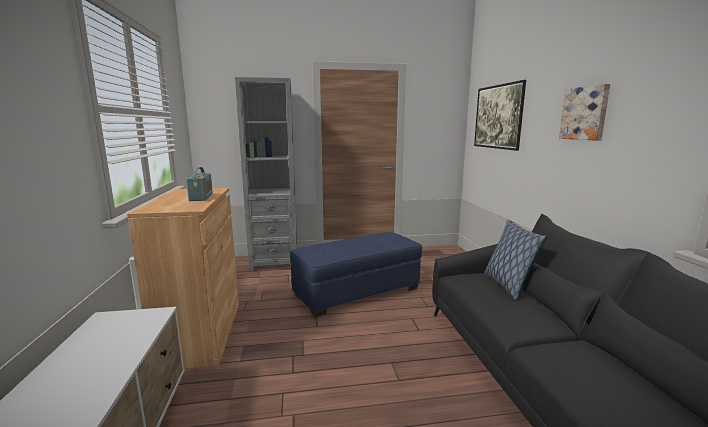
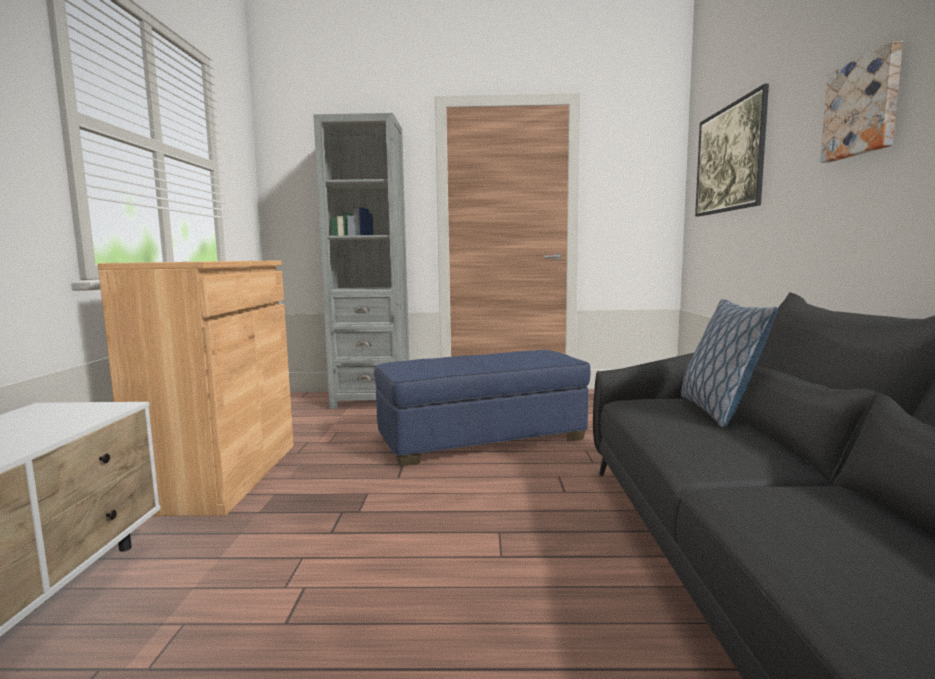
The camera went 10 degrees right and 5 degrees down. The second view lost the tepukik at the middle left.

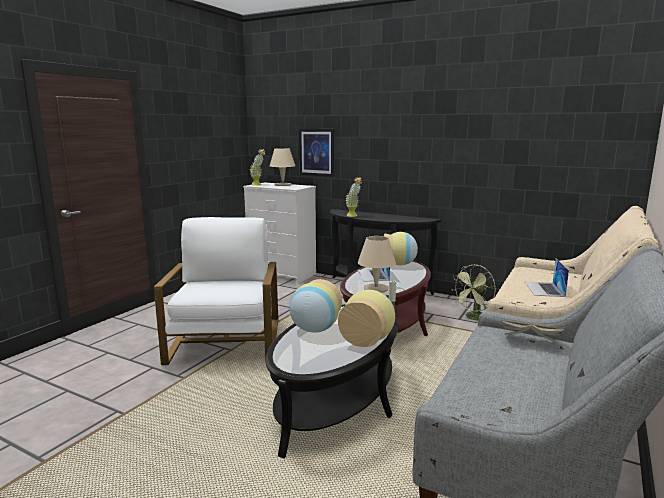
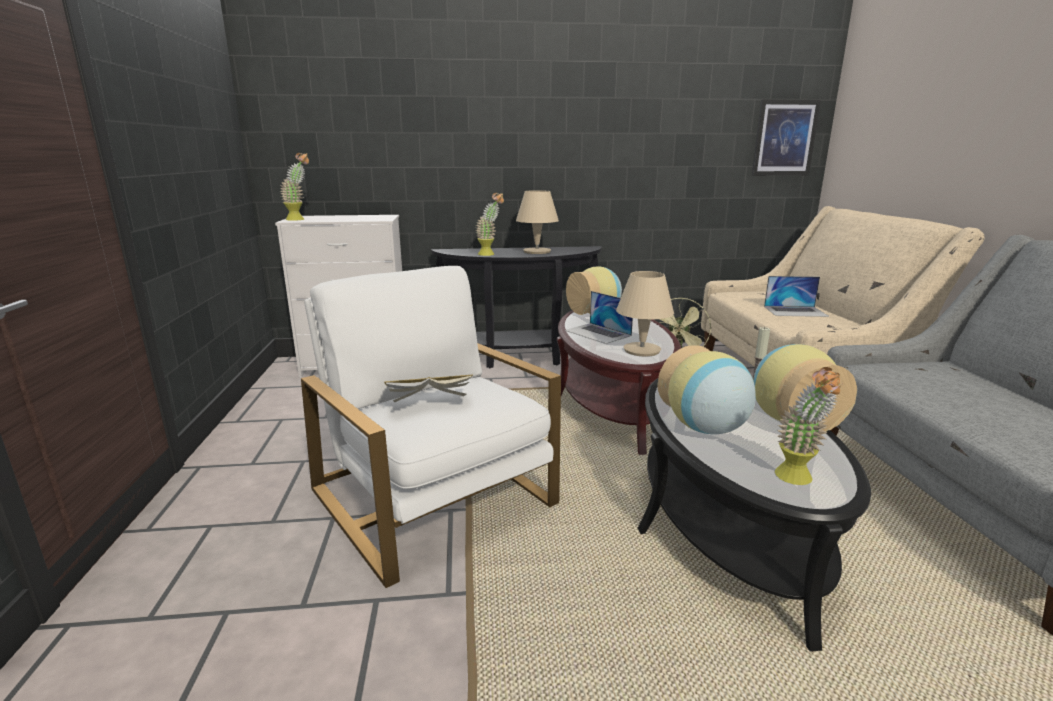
The camera went 35 degrees left and 5 degrees up. The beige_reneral (no. 1 from left) ended up elsewhere, having gone from the centre to the top centre. The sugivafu ended up elsewhere, having gone from the top centre to the top right. The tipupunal ended up elsewhere, having gone from the middle right to the centre. The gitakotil (no. 2 from left) at the middle right ended up facing another way, 60 degrees counterclockwise from before. The second view gained the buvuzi (no. 3 from left) at the middle right.

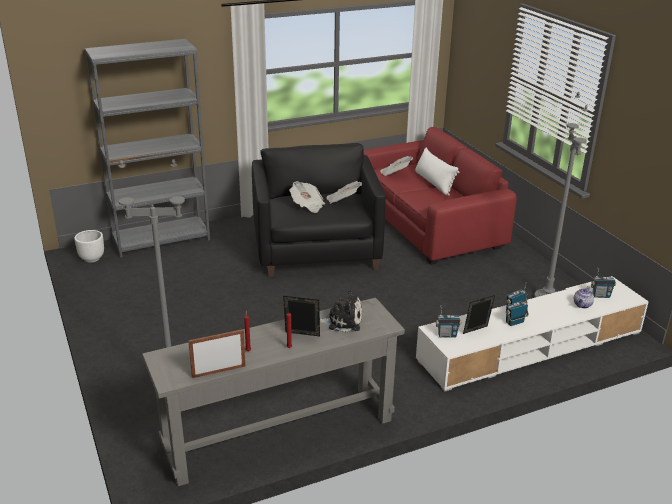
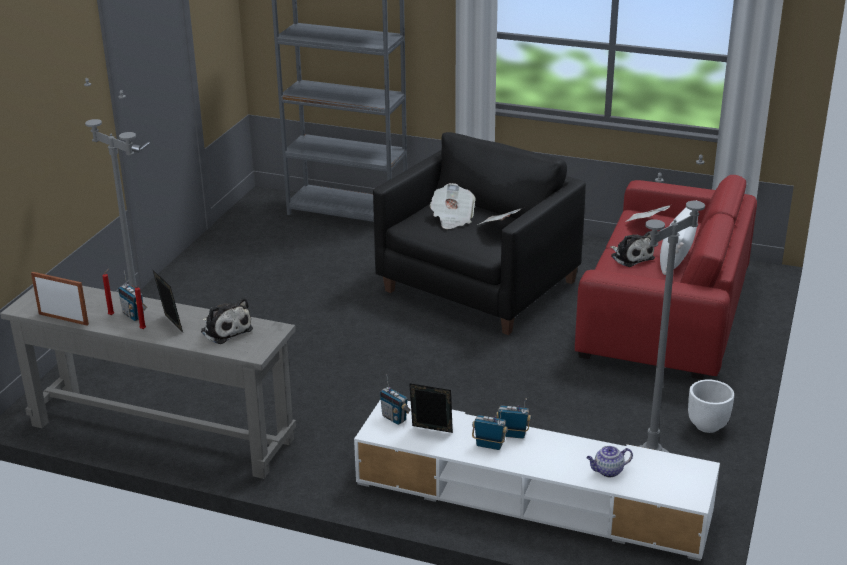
The camera went 45 degrees right and 0 degrees up. The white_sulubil ended up elsewhere, having gone from the middle left to the bottom right. The tepukik (no. 4 from left in the first image) ended up elsewhere, having gone from the middle right to the middle left. The second view gained the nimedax (no. 2 from left) at the middle right.

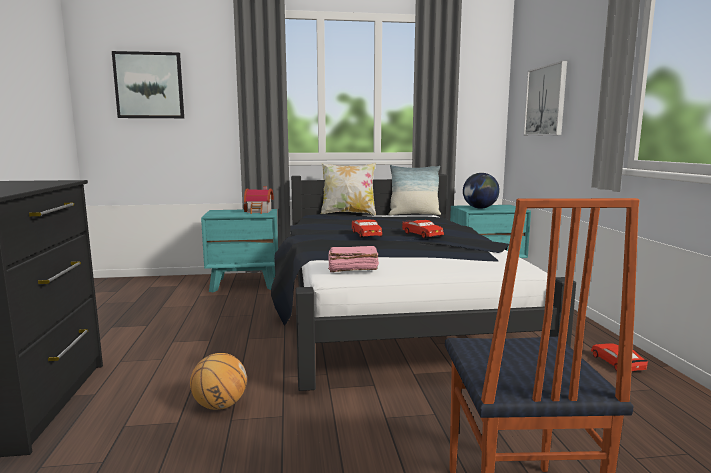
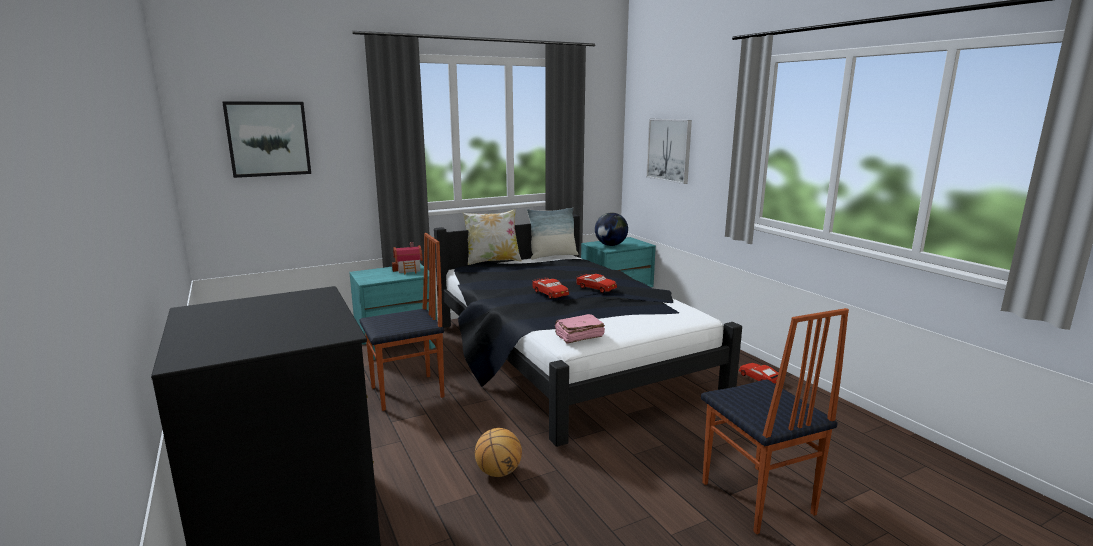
The camera went 20 degrees left and 5 degrees up. The second view gained the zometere (no. 1 from left) at the centre.

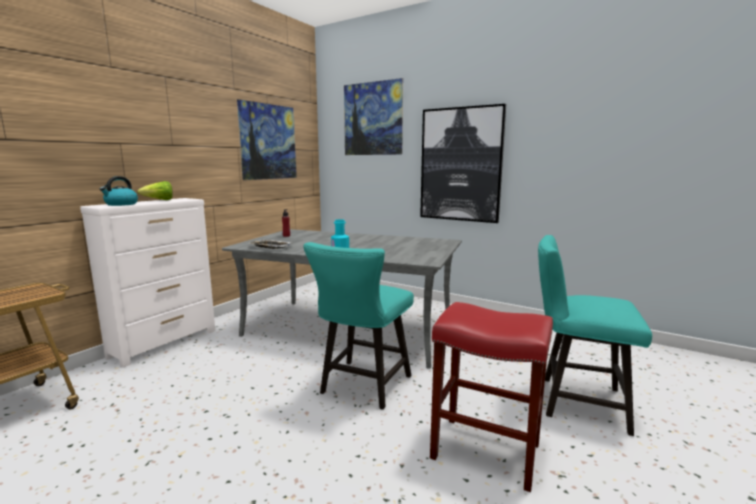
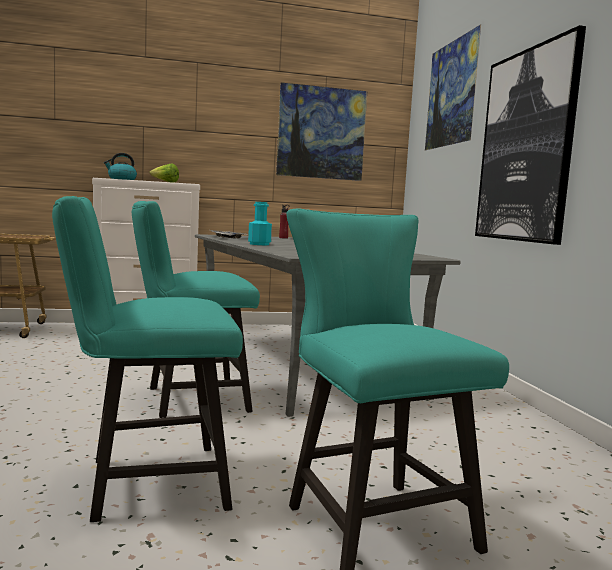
The camera went 45 degrees right and 5 degrees down. Where the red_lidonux stood at the bottom centre, the turquoise_zometere (no. 1 from left) came to stand at the middle left.

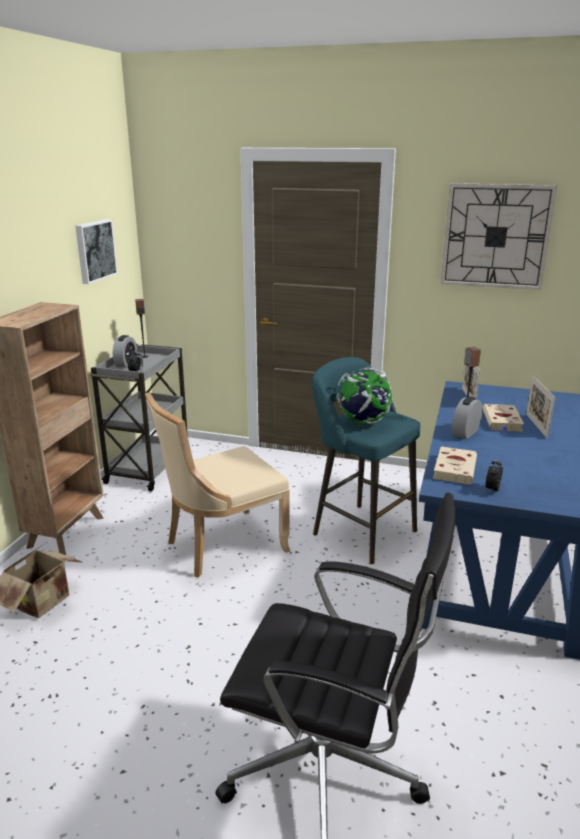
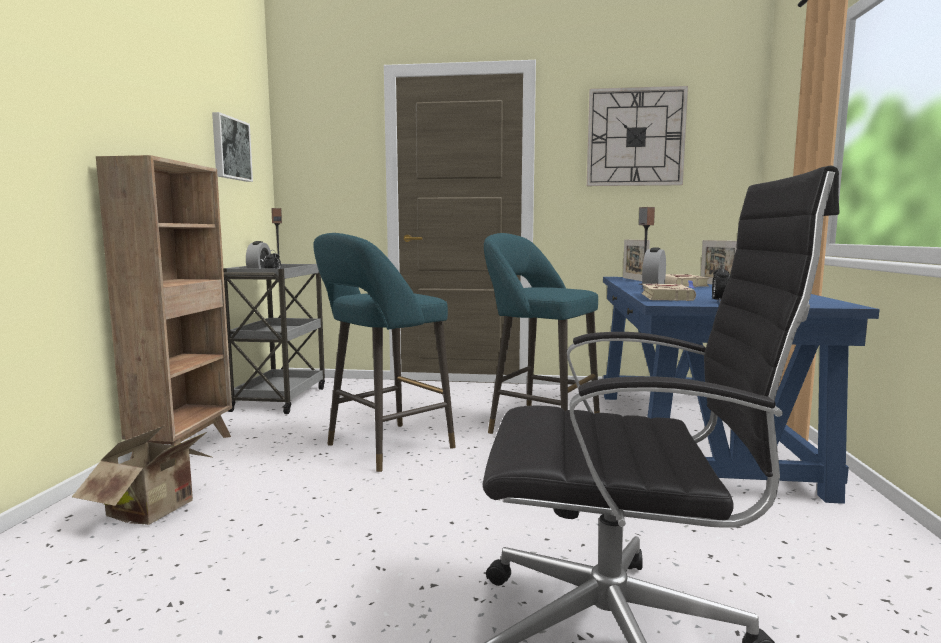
The camera went 10 degrees left and 15 degrees down. Where the beige_zometere stood at the centre, the turquoise_lidonux (no. 1 from left) came to stand at the centre. The second view lost the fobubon at the centre.

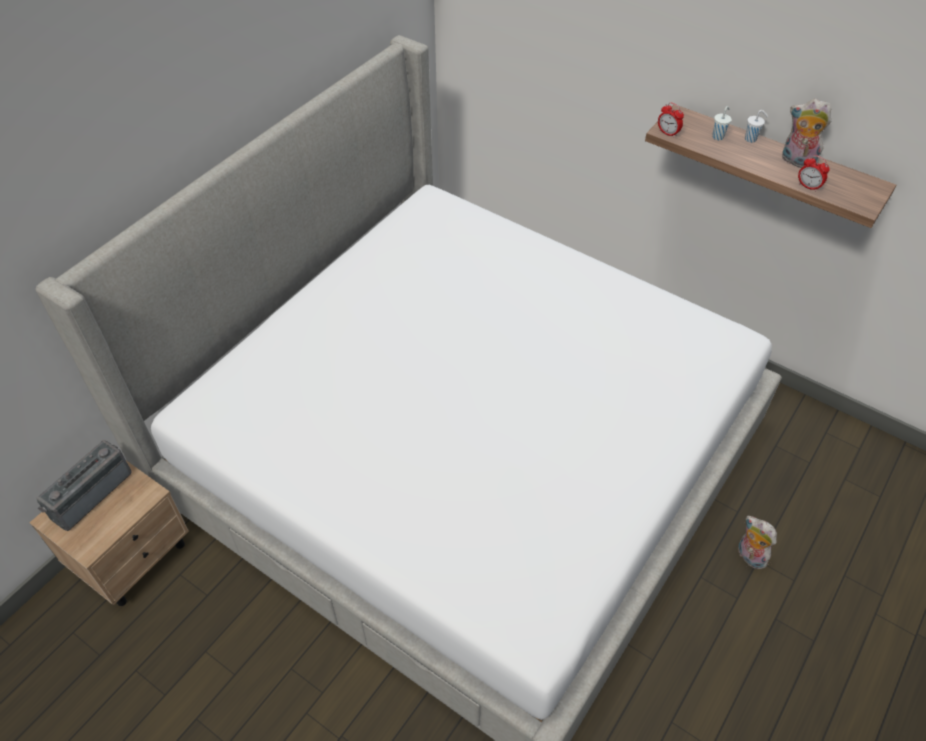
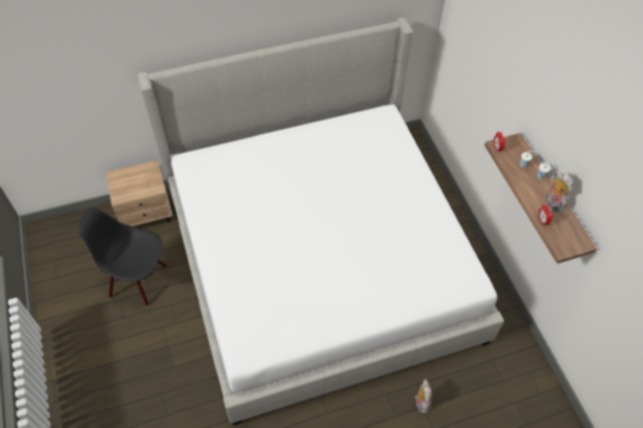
The camera went 35 degrees right and 5 degrees up. The second view lost the tepukik at the middle left. The second view gained the black_zometere at the middle left.

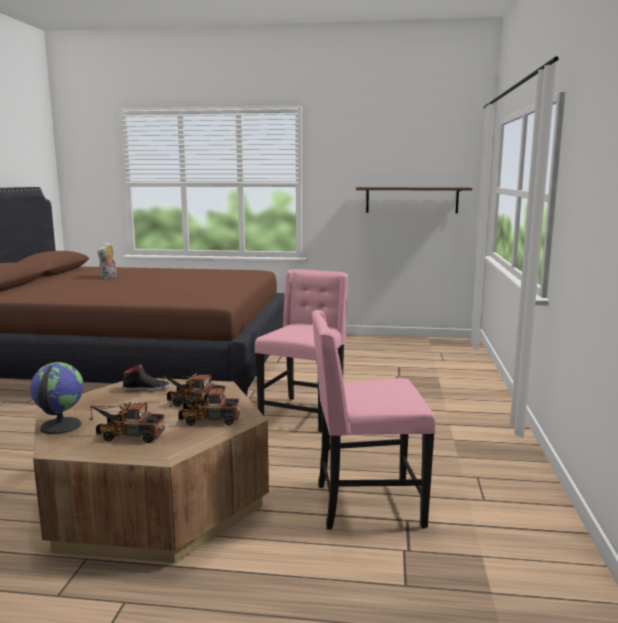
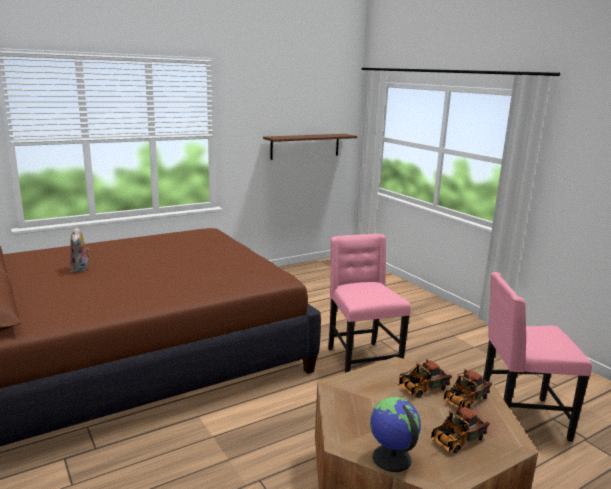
The camera went 40 degrees left and 5 degrees up. The second view lost the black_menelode at the middle left. The pink_zometere (no. 2 from left) at the bottom centre ended up facing another way, 45 degrees clockwise from before.

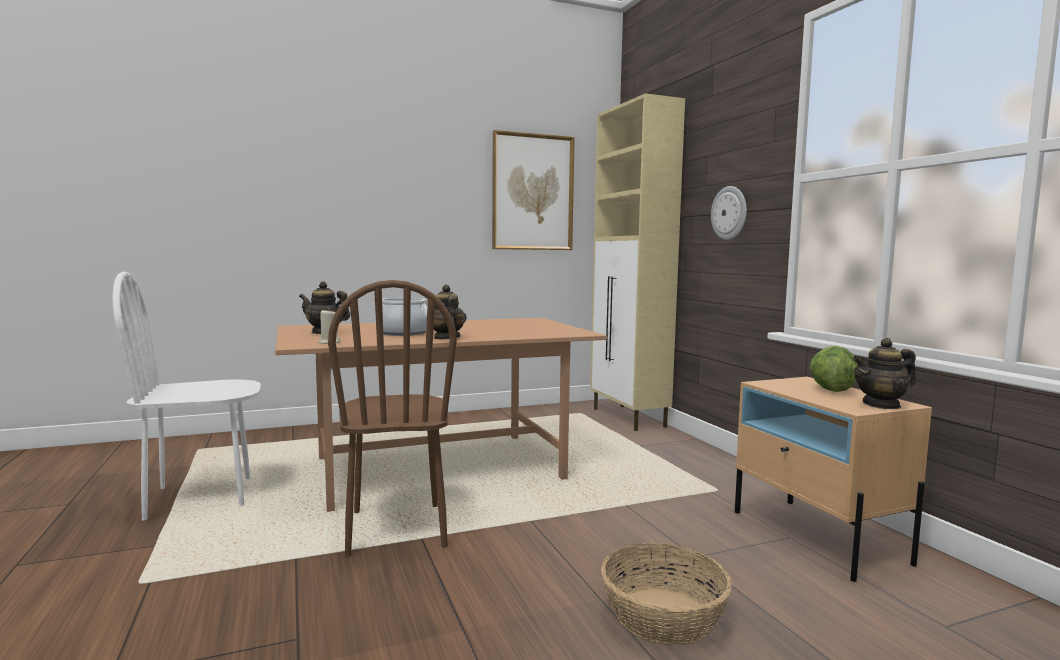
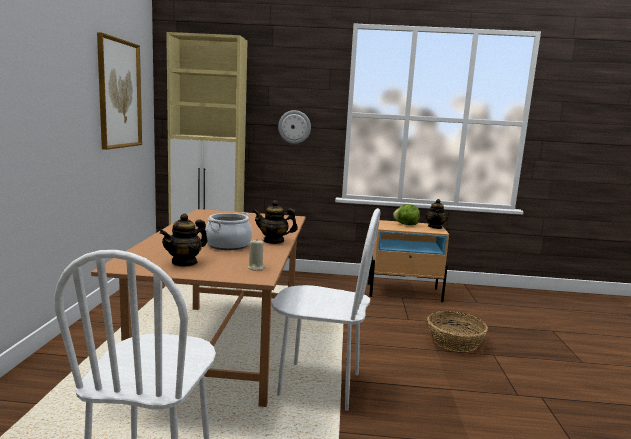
The camera went 65 degrees left and 5 degrees up. What was the brown_zometere at the centre turned into the white_zometere (no. 2 from left) at the bottom centre.

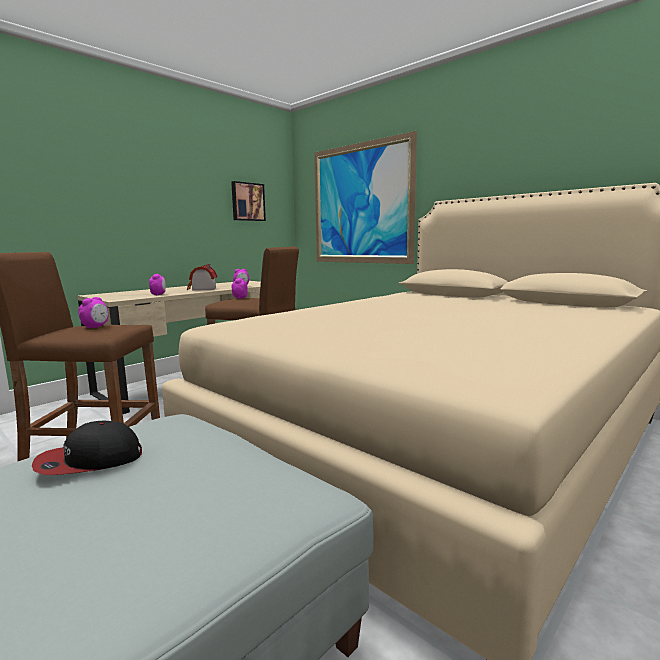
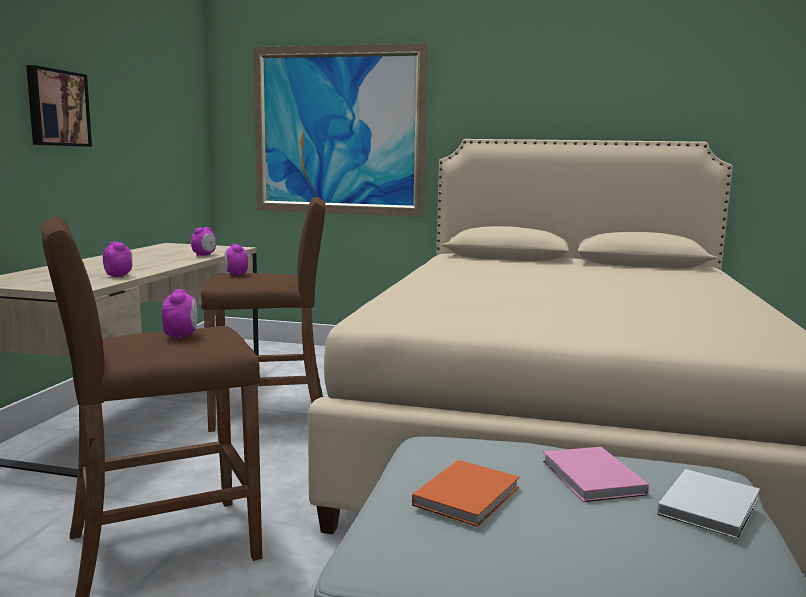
The camera went 30 degrees left and 0 degrees up. Where the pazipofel stood at the bottom left, the orange_tipupunal came to stand at the bottom centre. The second view lost the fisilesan at the middle left. The sugivafu (no. 1 from left) ended up elsewhere, having gone from the top centre to the top left. The second view gained the pink_tipupunal at the bottom right. The second view gained the white_tipupunal at the bottom right.

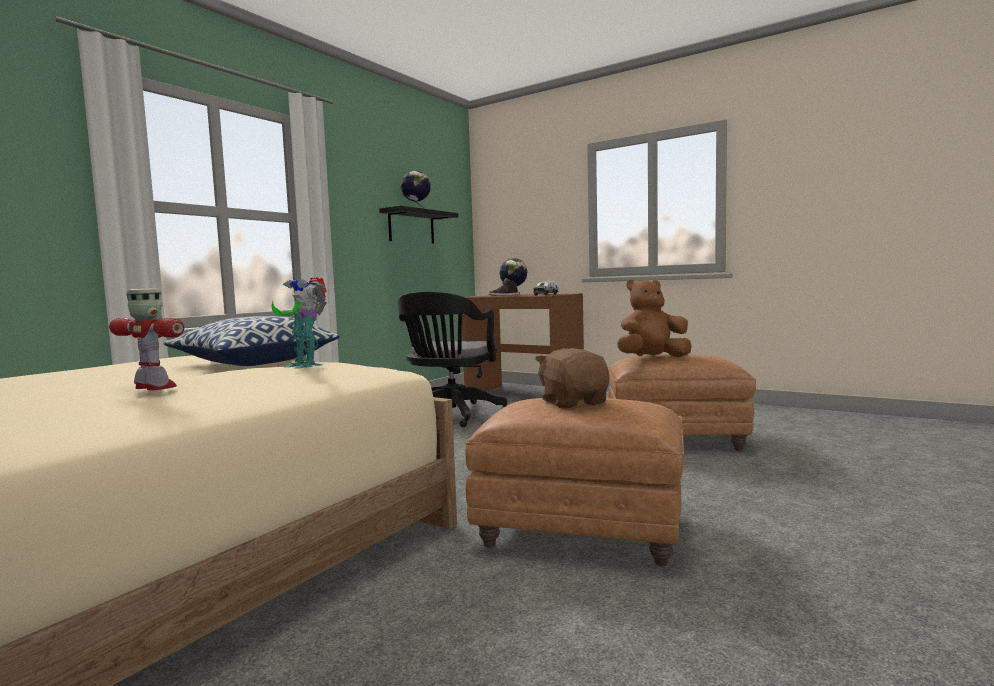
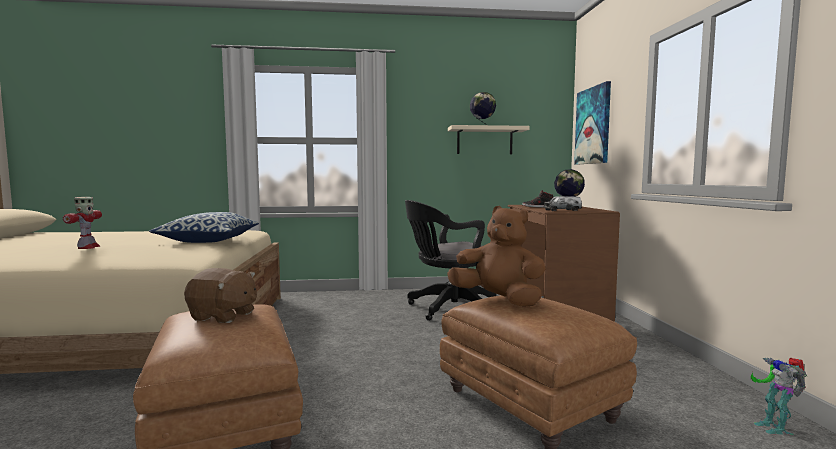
The camera went 50 degrees right and 0 degrees up. The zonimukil (no. 2 from left) ended up elsewhere, having gone from the middle left to the bottom right. What was the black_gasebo at the top centre turned into the beige_gasebo at the top centre. The brown_nimedax (no. 1 from left) at the centre ended up facing another way, 75 degrees clockwise from before. The second view gained the sugivafu at the top right.

